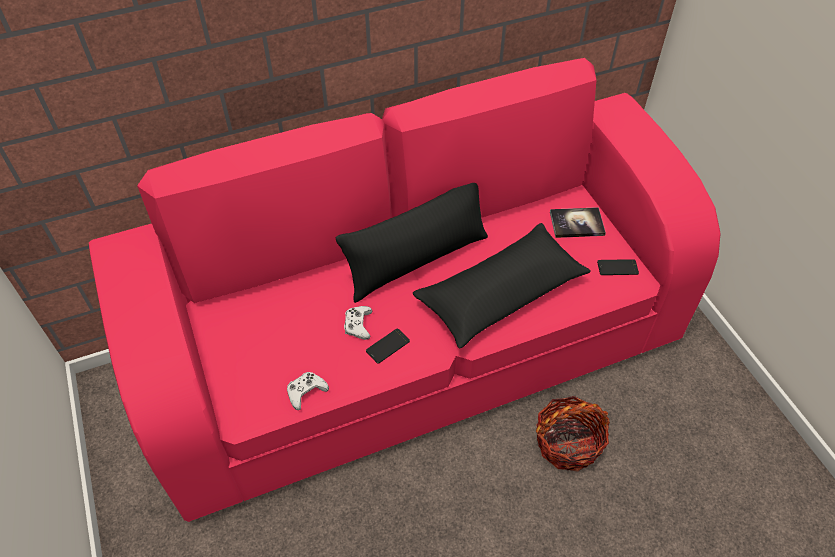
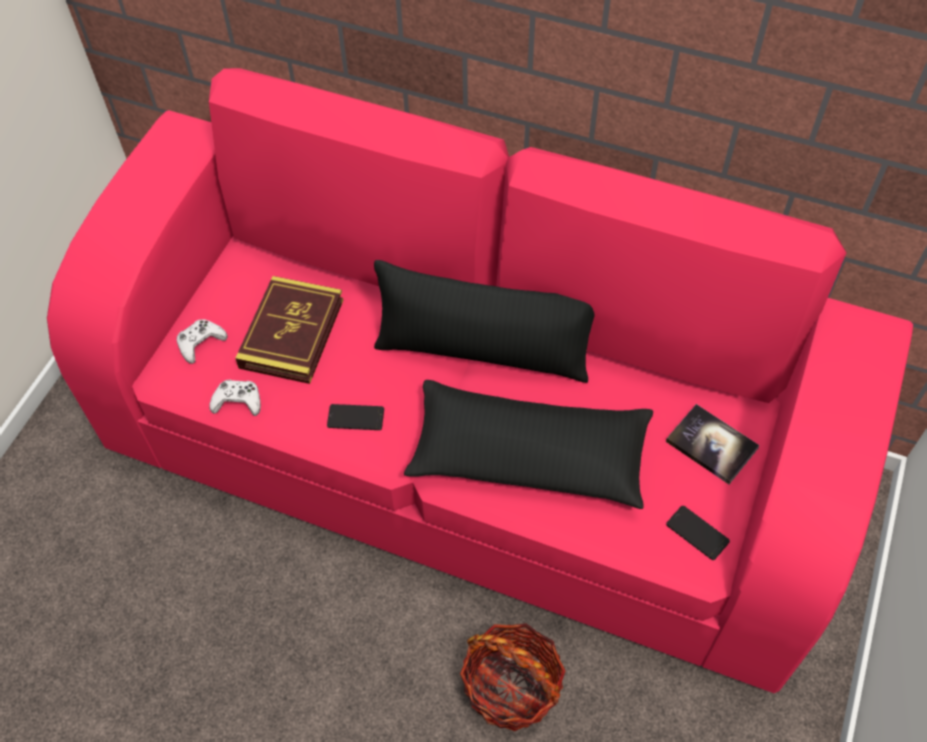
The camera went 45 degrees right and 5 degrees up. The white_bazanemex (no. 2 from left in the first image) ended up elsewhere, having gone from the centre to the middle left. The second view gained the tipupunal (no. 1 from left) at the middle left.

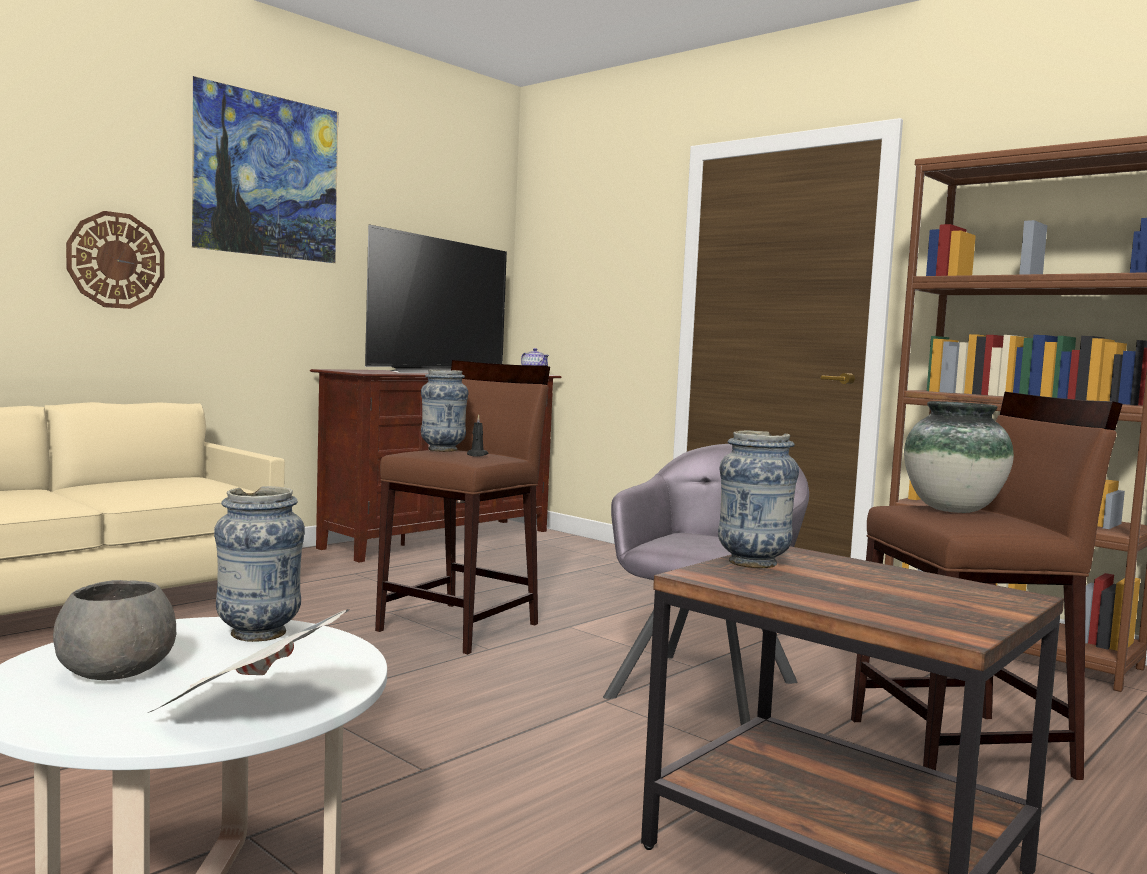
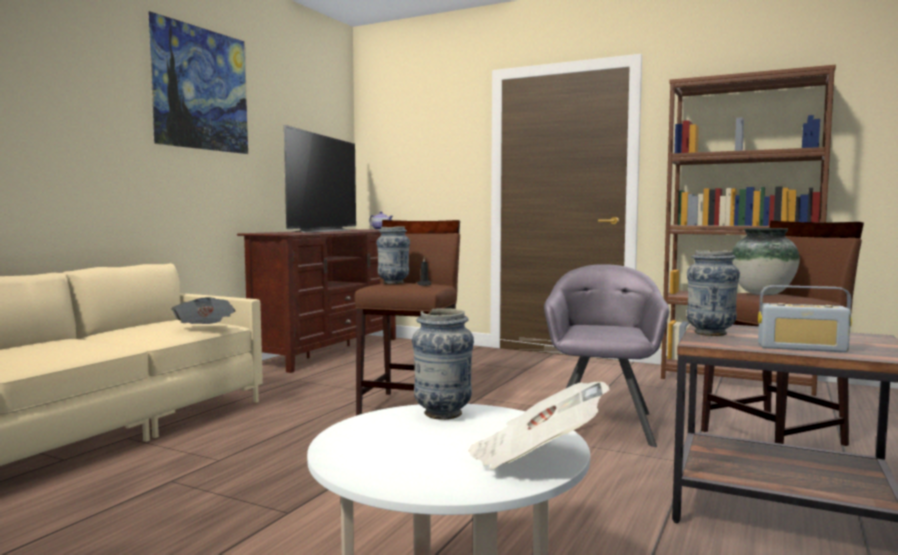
The camera went 15 degrees left and 0 degrees up. The second view lost the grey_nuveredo at the bottom left. The second view lost the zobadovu at the top left. The second view gained the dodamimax (no. 1 from left) at the middle left. The second view gained the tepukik at the middle right.

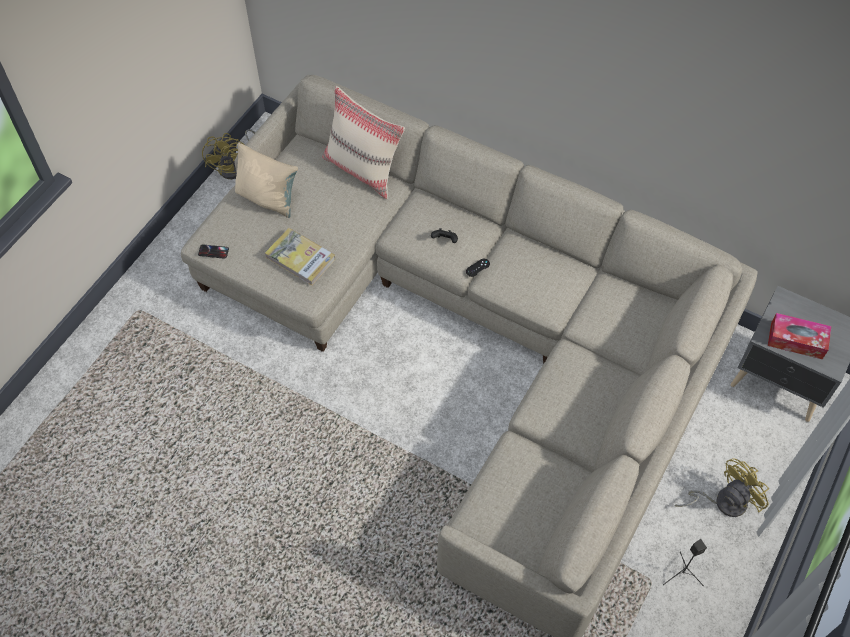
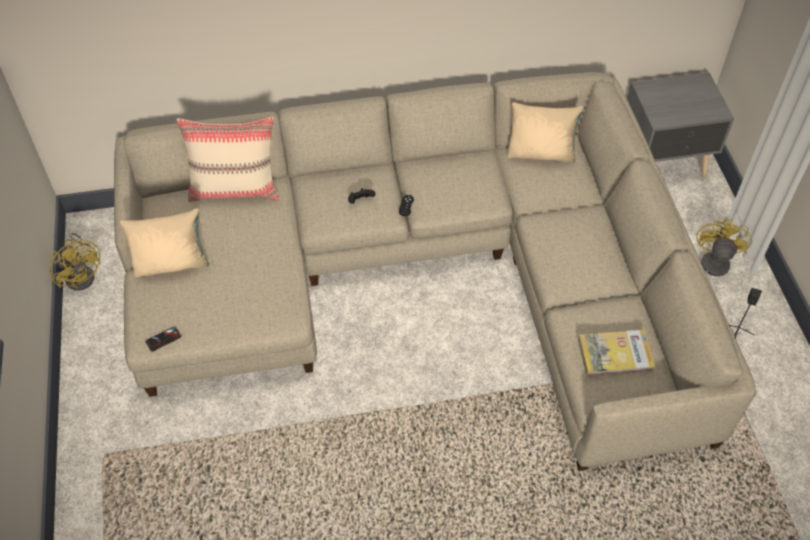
The camera went 40 degrees left and 5 degrees down. The tipupunal ended up elsewhere, having gone from the centre to the middle right. The second view lost the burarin at the middle right. The second view gained the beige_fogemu (no. 3 from left) at the top right.

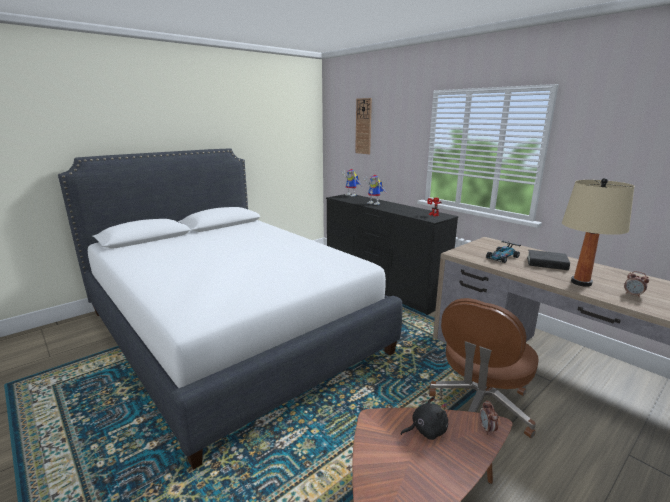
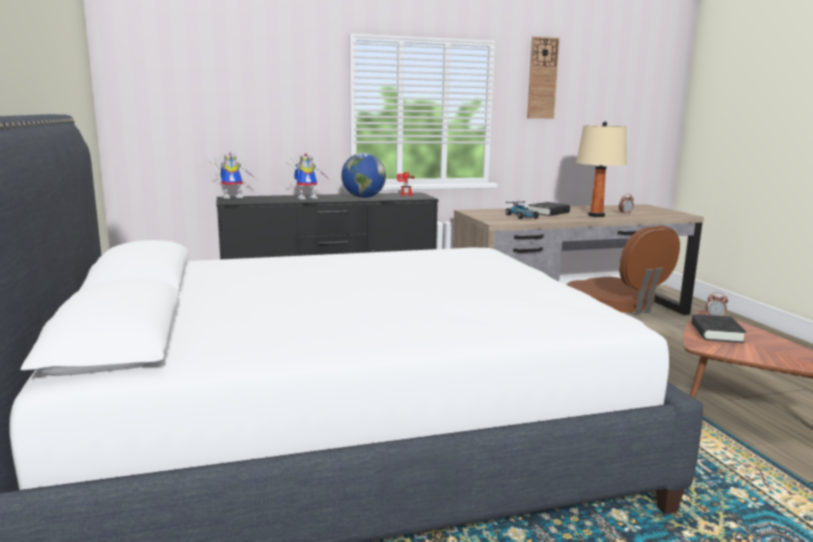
The camera went 65 degrees left and 5 degrees down. The zobadovu ended up elsewhere, having gone from the top centre to the top right. Where the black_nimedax stood at the bottom centre, the black_tipupunal (no. 2 from left) came to stand at the middle right. The second view gained the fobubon at the top centre.

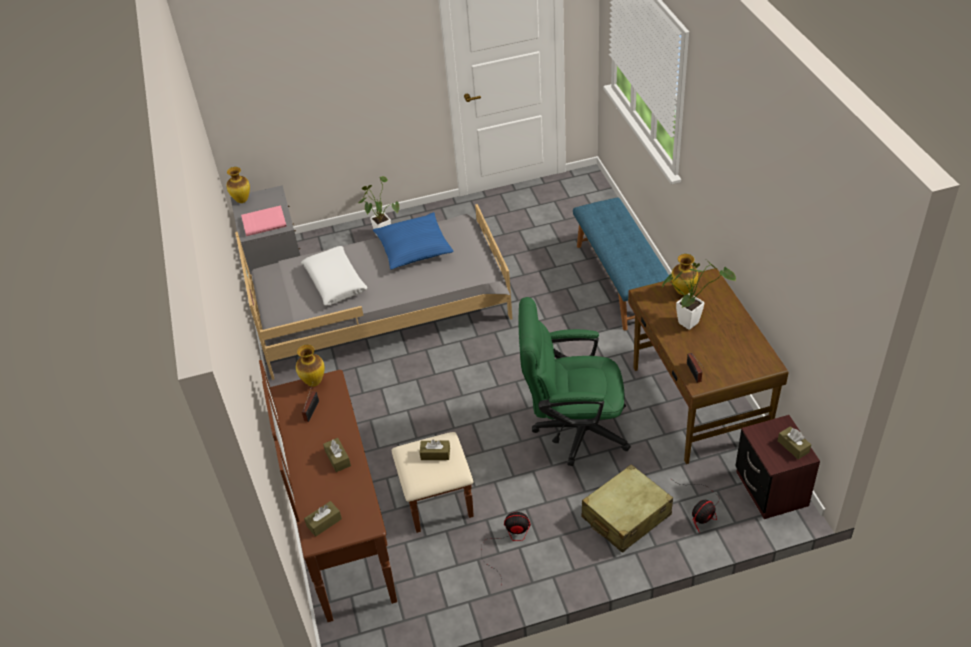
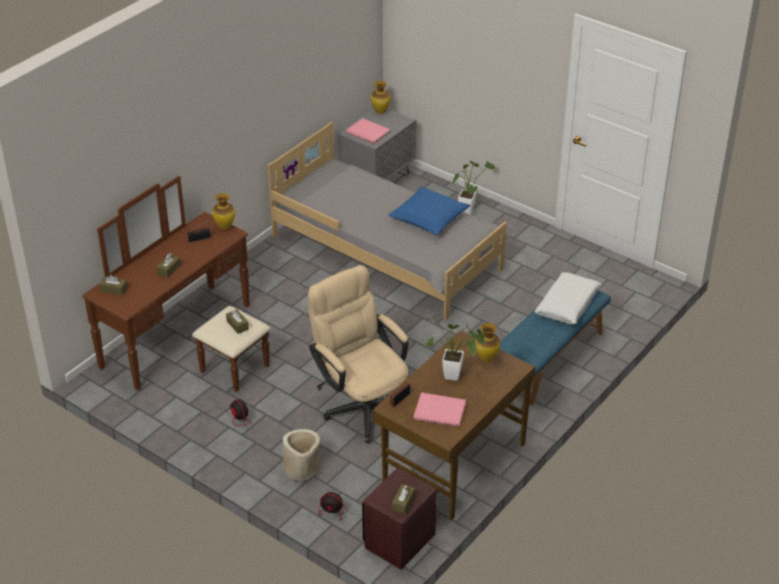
The camera went 50 degrees right and 5 degrees down. The white_fogemu ended up elsewhere, having gone from the centre to the middle right. What was the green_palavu at the centre turned into the beige_palavu at the centre. Where the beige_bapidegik stood at the bottom centre, the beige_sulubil came to stand at the bottom centre. The second view gained the pink_tipupunal (no. 2 from left) at the bottom centre.

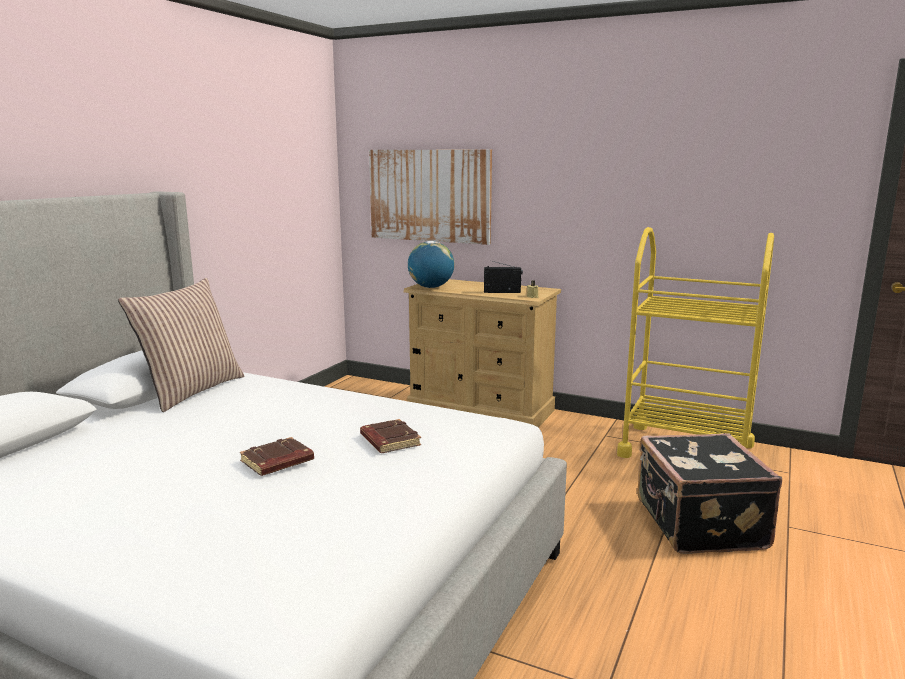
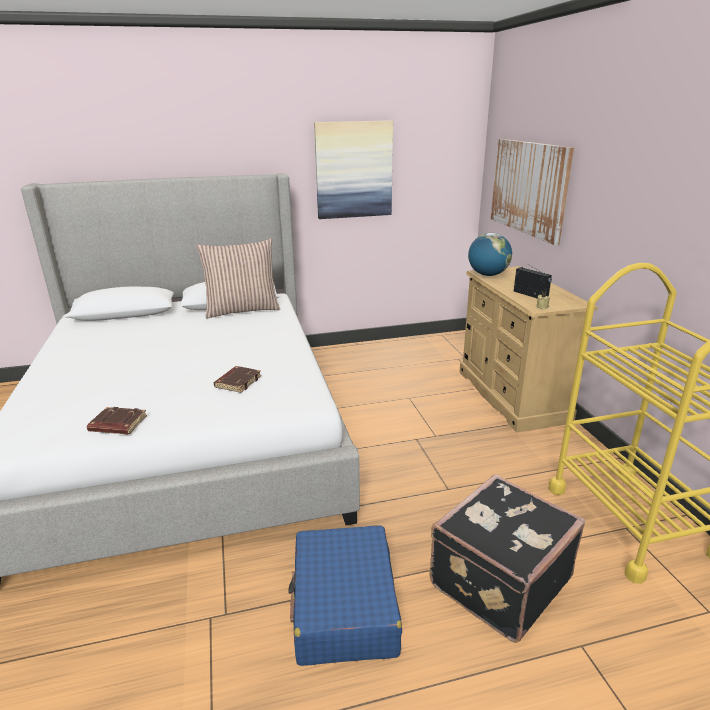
The camera went 50 degrees right and 10 degrees up. The brown_tipupunal (no. 1 from left) ended up elsewhere, having gone from the bottom left to the middle left. The second view gained the blue_bapidegik at the bottom centre. The second view gained the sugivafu (no. 1 from left) at the top centre.

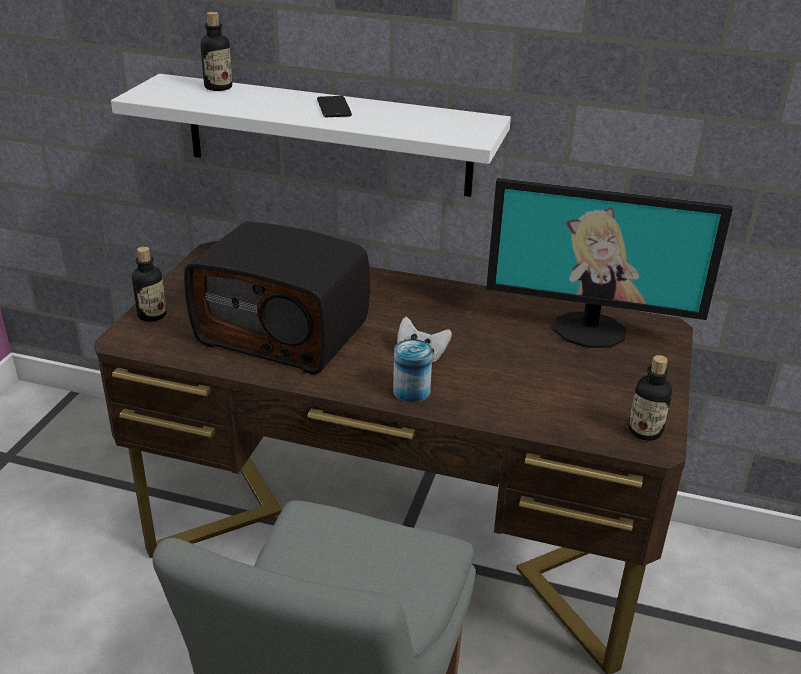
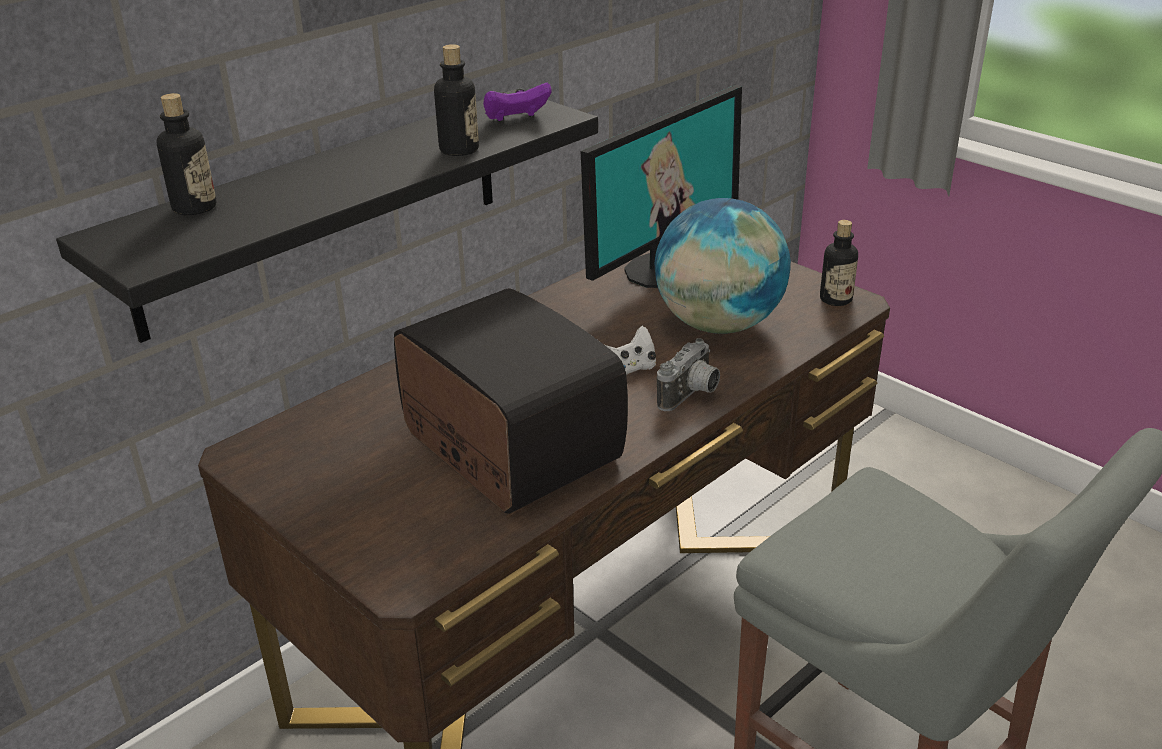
The camera went 60 degrees left and 0 degrees up. What was the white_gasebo at the top centre turned into the black_gasebo at the top left. The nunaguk (no. 1 from left in the first image) ended up elsewhere, having gone from the middle left to the top centre. The tepukik at the centre ended up facing another way, 90 degrees counterclockwise from before. The second view lost the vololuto at the top centre. Where the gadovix stood at the centre, the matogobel came to stand at the centre. The second view gained the purple_bazanemex at the top centre. The second view gained the fobubon at the centre.

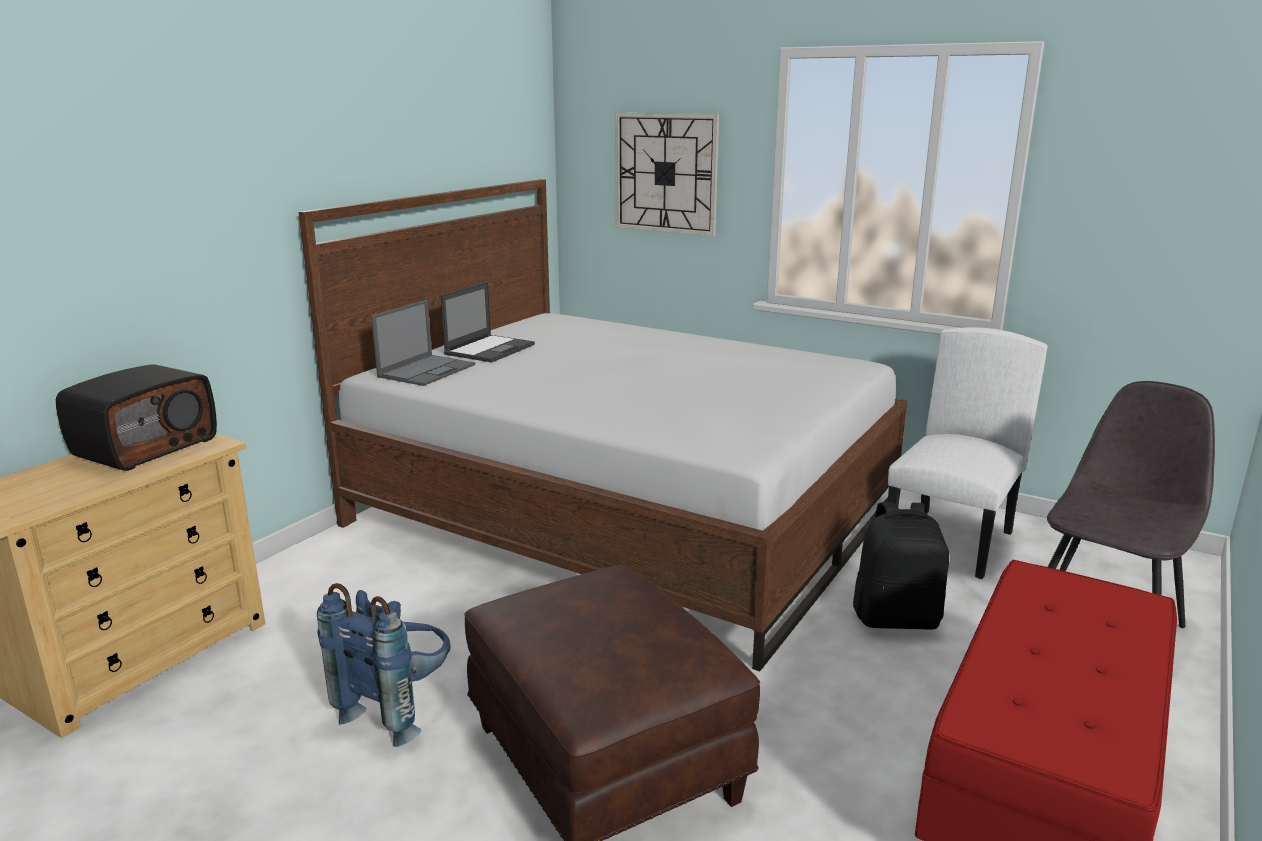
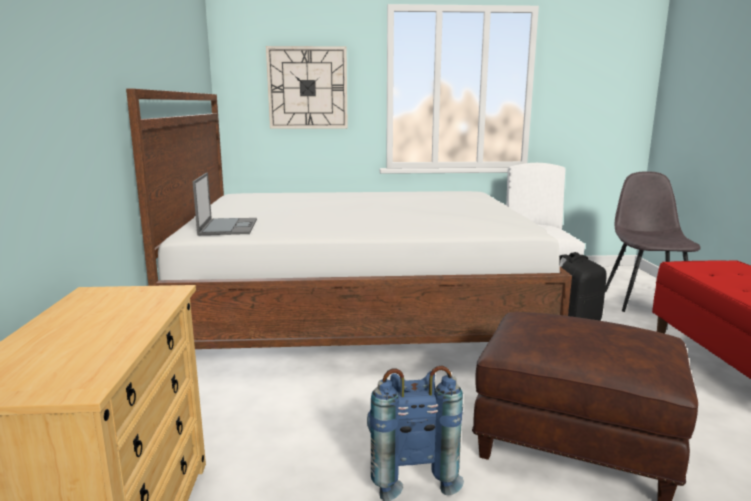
The camera went 35 degrees left and 5 degrees down. The second view lost the tepukik at the middle left. The second view lost the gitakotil (no. 2 from left) at the centre.

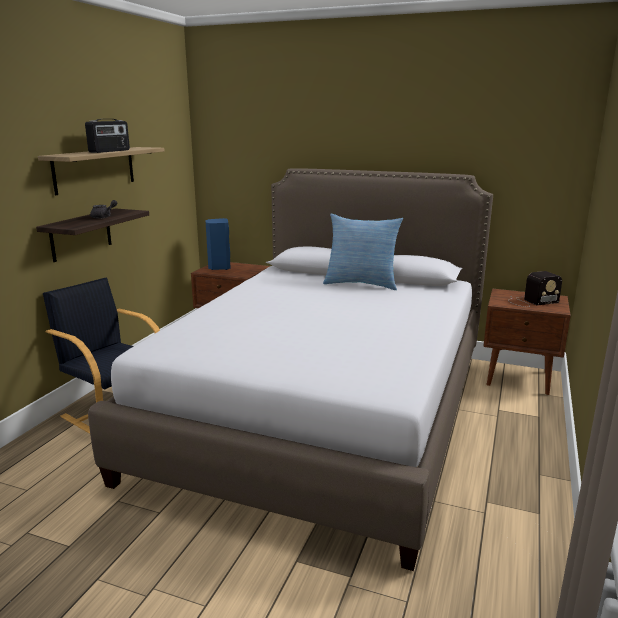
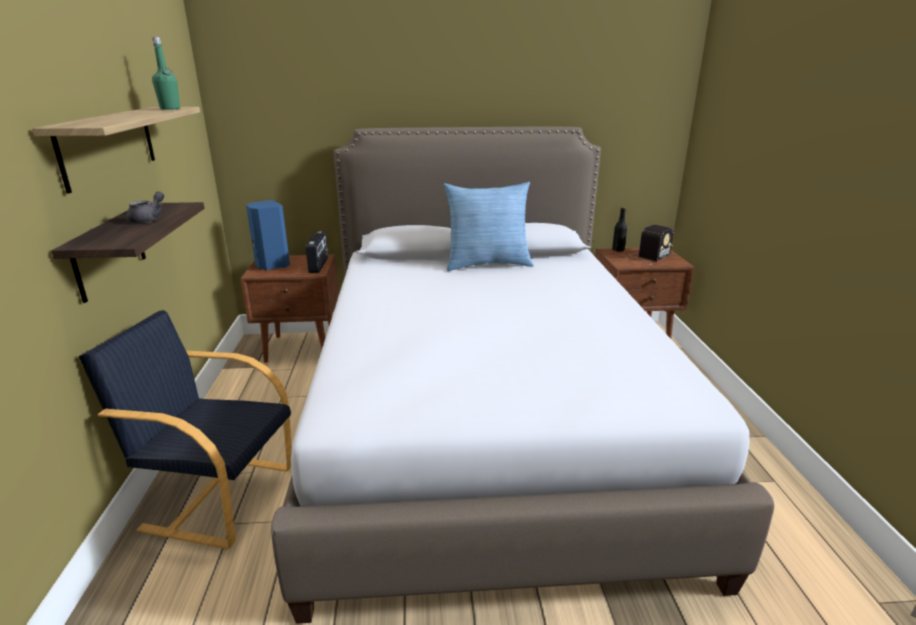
The camera went 25 degrees left and 5 degrees up. The tepukik (no. 1 from left) ended up elsewhere, having gone from the top left to the centre. The second view gained the green_nunaguk at the top left. The second view gained the black_nunaguk at the middle right.

